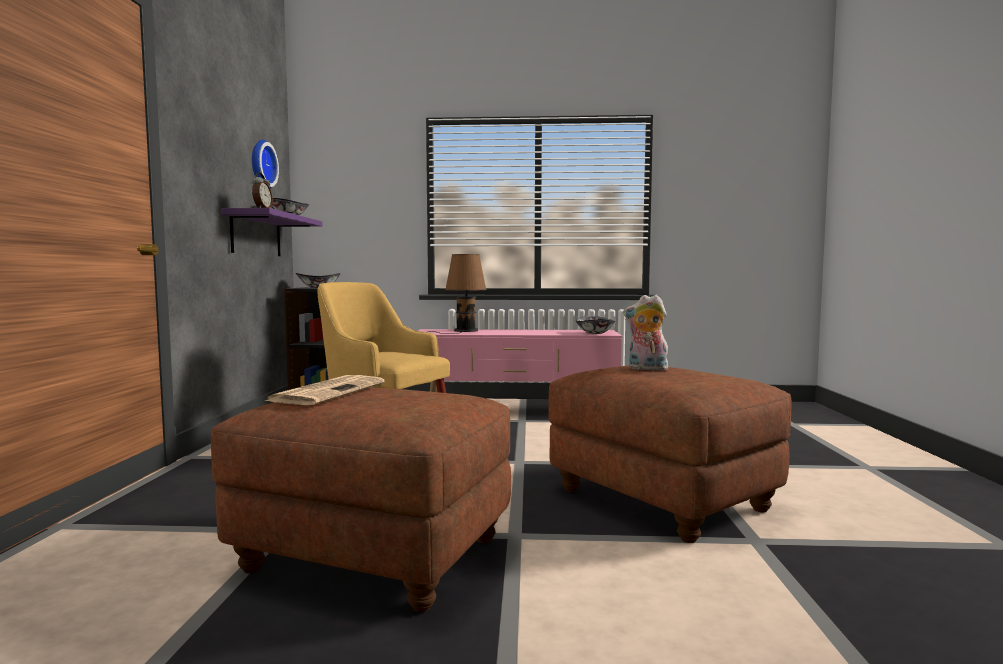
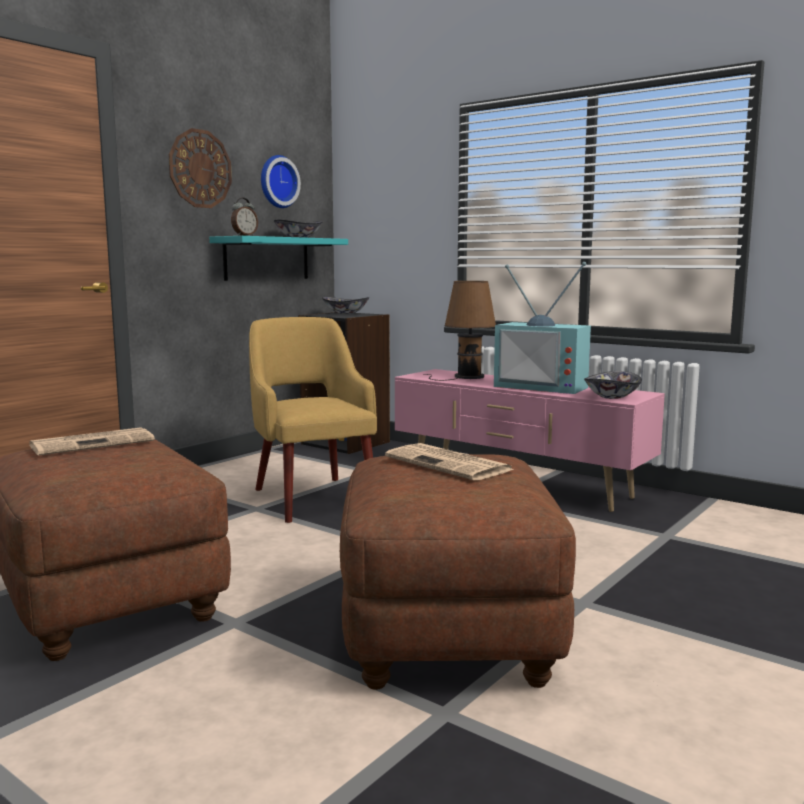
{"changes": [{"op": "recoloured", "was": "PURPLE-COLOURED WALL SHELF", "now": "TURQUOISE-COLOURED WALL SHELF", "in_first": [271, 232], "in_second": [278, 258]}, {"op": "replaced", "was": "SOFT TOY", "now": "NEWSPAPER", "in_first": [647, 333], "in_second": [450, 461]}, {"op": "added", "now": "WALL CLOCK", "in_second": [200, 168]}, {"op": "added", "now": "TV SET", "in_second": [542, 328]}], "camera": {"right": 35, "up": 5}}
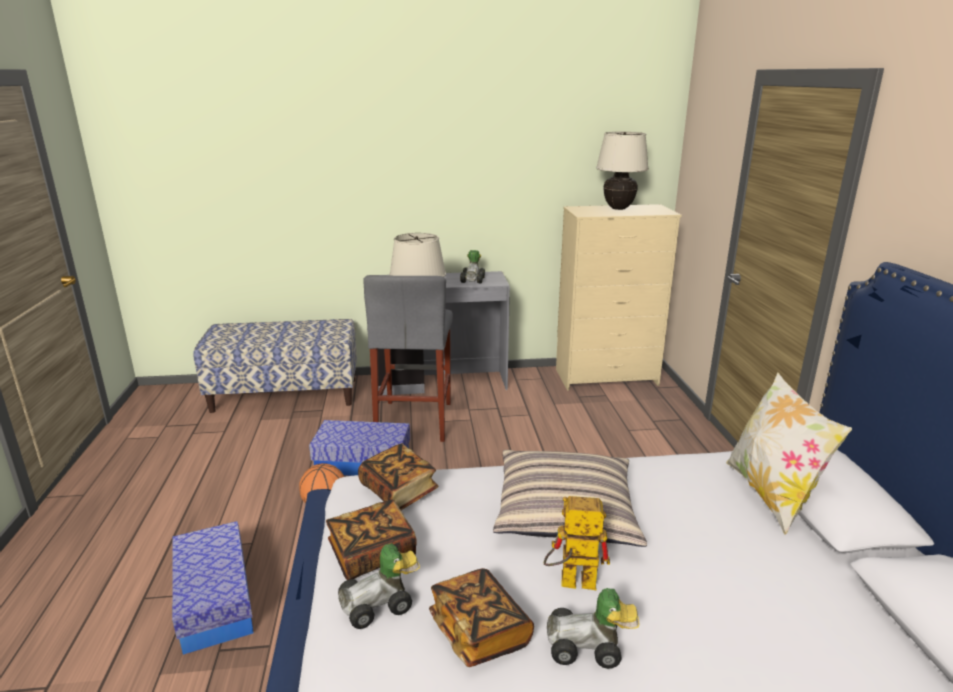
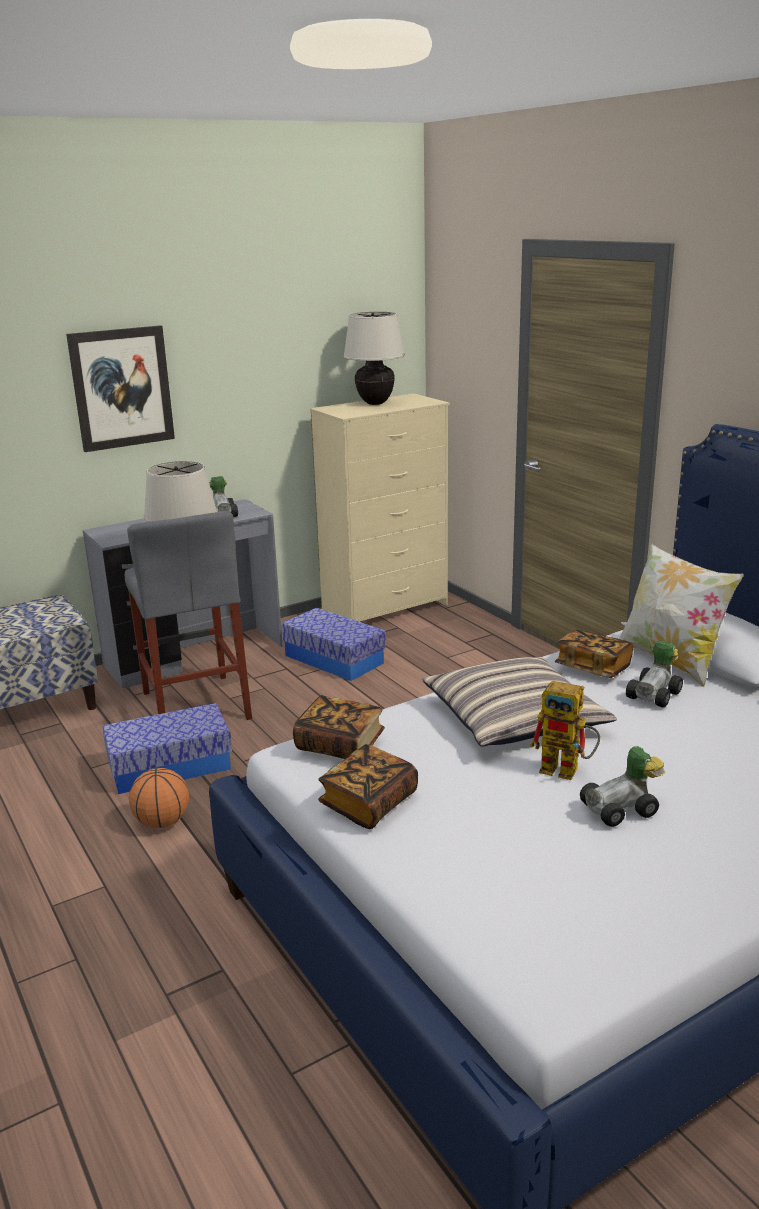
{"changes": [{"op": "moved", "was": "STORAGE BIN", "in_first": [212, 588], "in_second": [333, 644]}, {"op": "moved", "was": "MODEL CAR", "in_first": [379, 586], "in_second": [654, 674]}, {"op": "moved", "was": "BOOK", "in_first": [481, 617], "in_second": [594, 654]}, {"op": "turned", "was": "MODEL ROBOT", "in_first": [577, 543], "in_second": [565, 730], "clockwise": -135}, {"op": "added", "now": "WALL ART", "in_second": [120, 388]}], "camera": {"right": -25, "up": 0}}
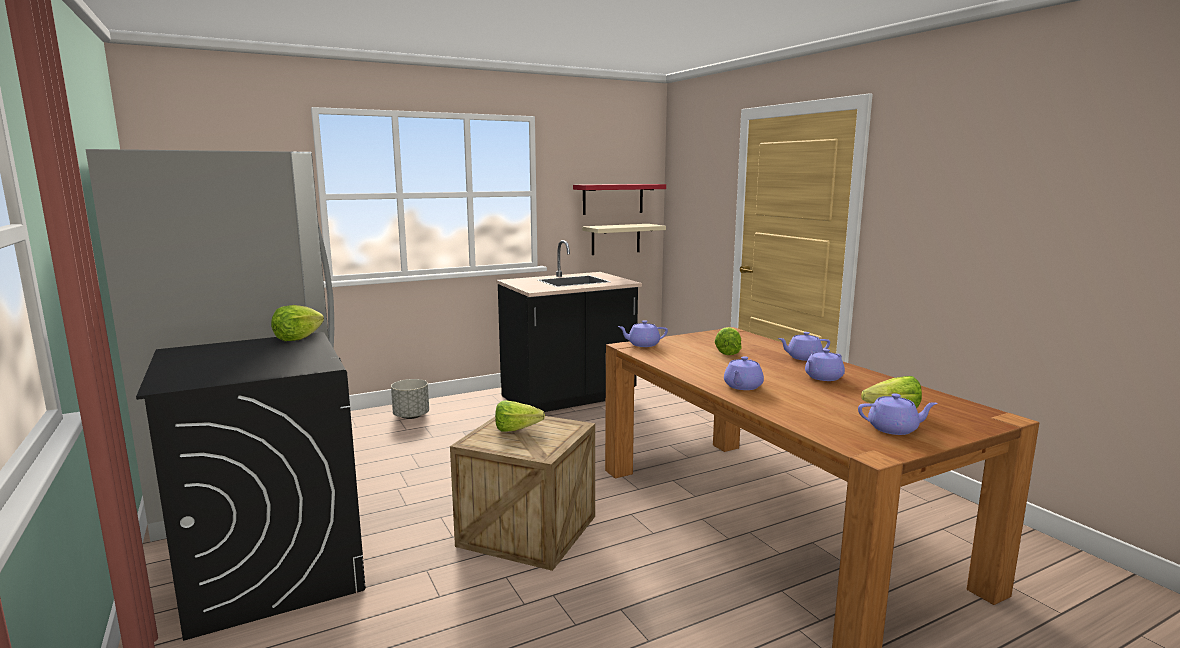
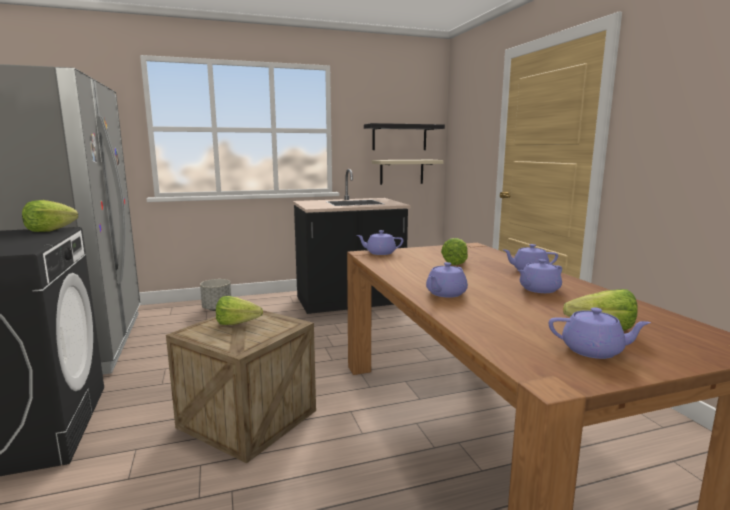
{"changes": [{"op": "recoloured", "was": "REDDISH WALL SHELF", "now": "BLACK WALL SHELF", "in_first": [619, 199], "in_second": [404, 136]}], "camera": {"right": 10, "up": 0}}
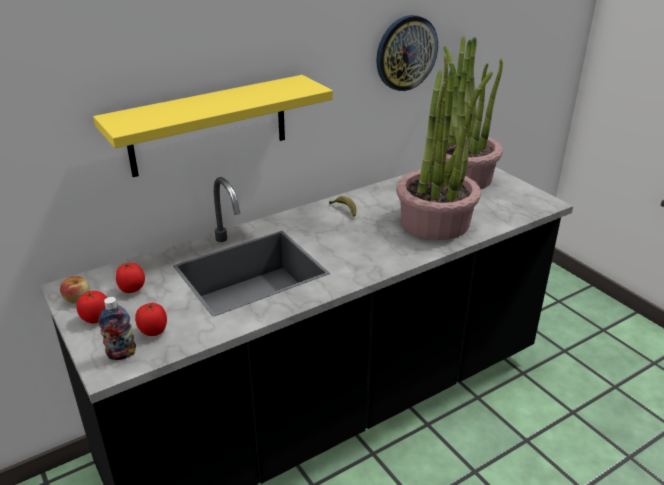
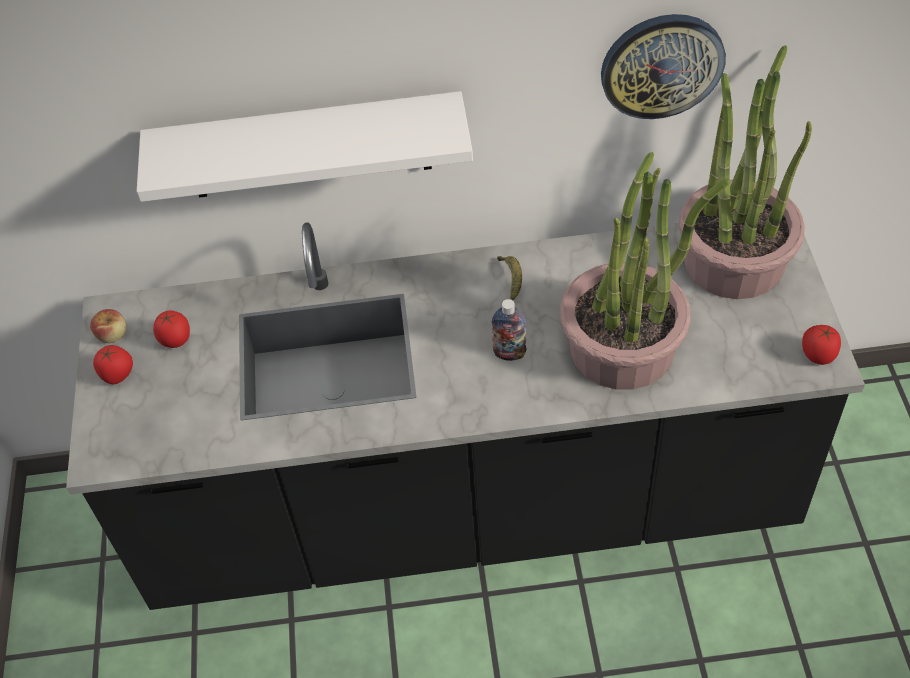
{"changes": [{"op": "recoloured", "was": "YELLOWISH WALL SHELF", "now": "WHITE-COLOURED WALL SHELF", "in_first": [213, 126], "in_second": [305, 146]}, {"op": "moved", "was": "BOTTLE", "in_first": [117, 328], "in_second": [508, 330]}, {"op": "moved", "was": "WHOLE TOMATO", "in_first": [151, 319], "in_second": [821, 345]}], "camera": {"right": 30, "up": 20}}
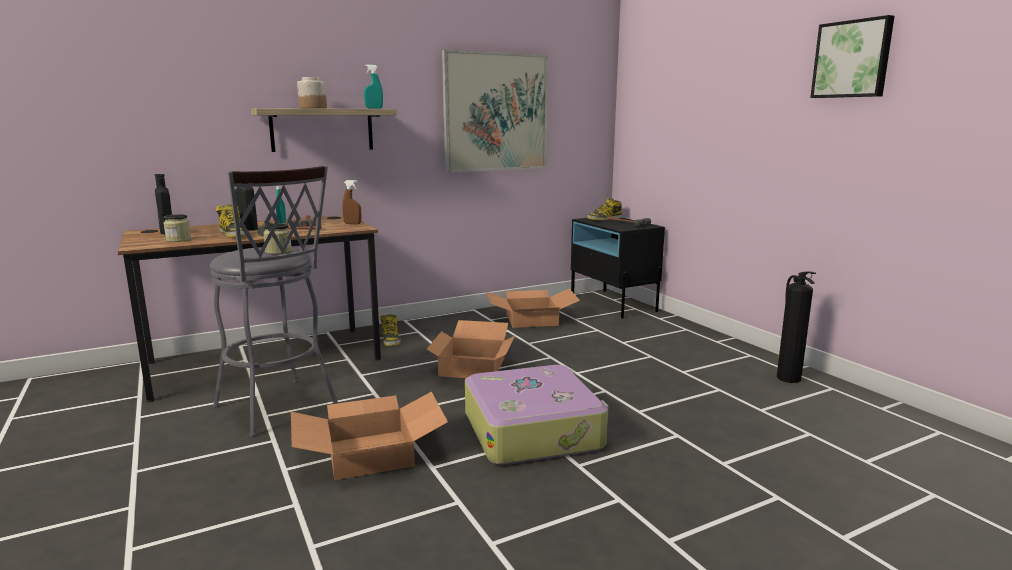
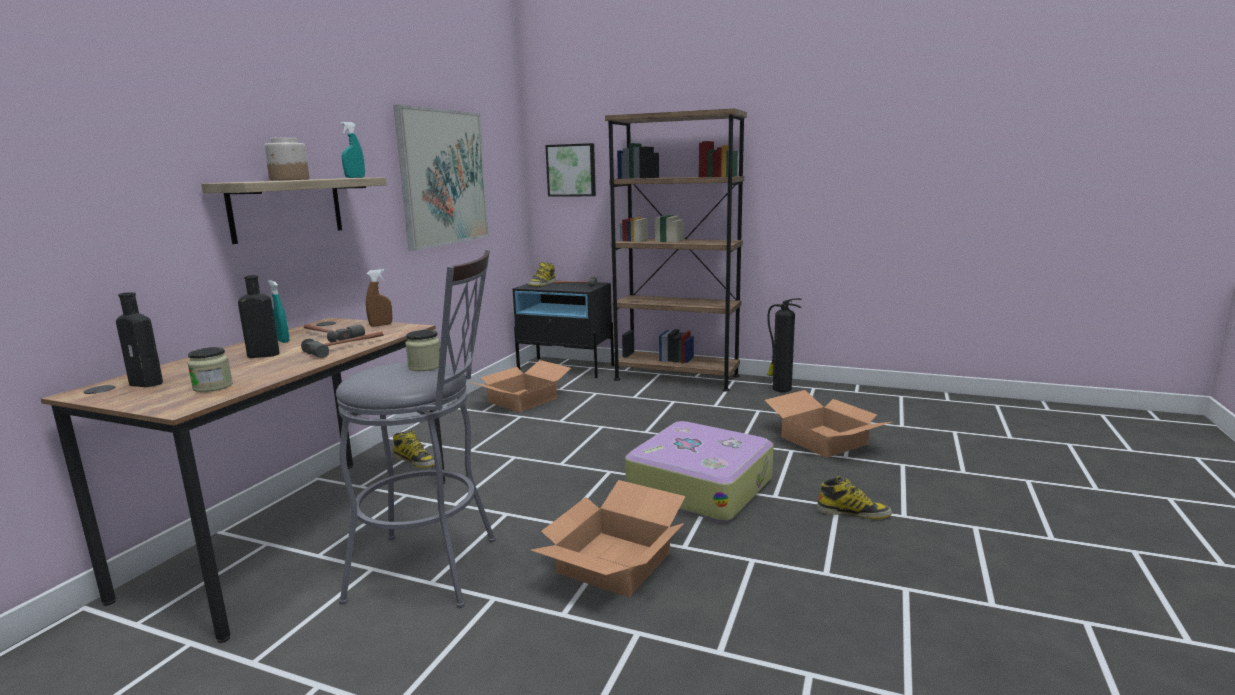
{"changes": [{"op": "moved", "was": "HIGH-TOP BOOT", "in_first": [231, 221], "in_second": [854, 497]}, {"op": "moved", "was": "CARTON", "in_first": [471, 349], "in_second": [828, 424]}, {"op": "moved", "was": "WALL ART", "in_first": [852, 56], "in_second": [570, 170]}, {"op": "added", "now": "BROWN BOOKCASE", "in_second": [676, 250]}], "camera": {"right": -40, "up": 0}}
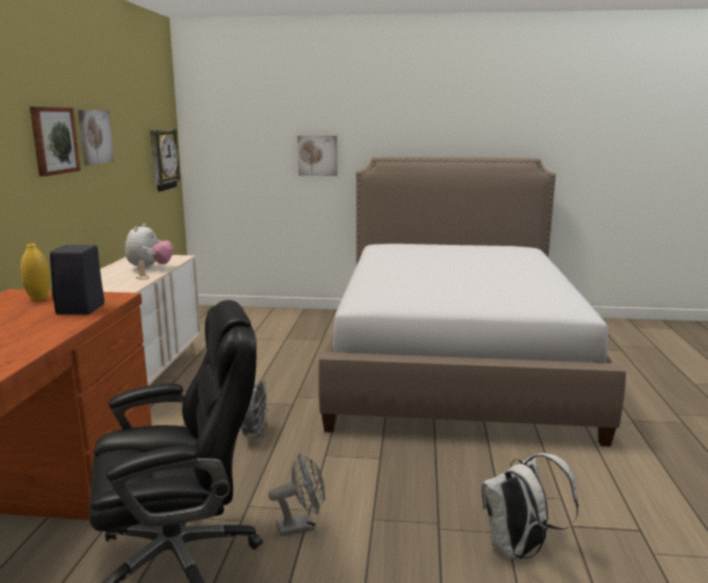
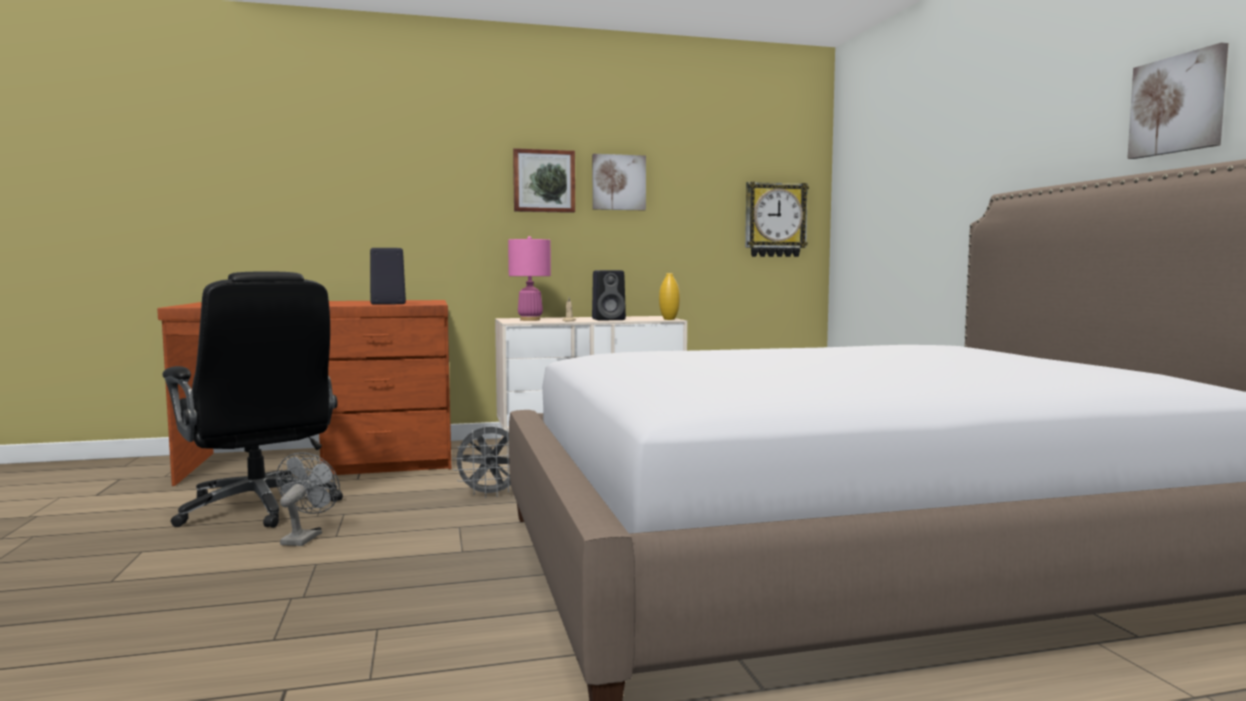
{"changes": [{"op": "moved", "was": "YELLOWISH DECORATIVE VASE", "in_first": [35, 272], "in_second": [669, 296]}, {"op": "replaced", "was": "SOFT TOY", "now": "BLACK SPEAKER", "in_first": [149, 246], "in_second": [609, 295]}, {"op": "turned", "was": "GREYISH COOLING FAN", "in_first": [296, 494], "in_second": [308, 499], "clockwise": -135}, {"op": "moved", "was": "WALL ART", "in_first": [317, 156], "in_second": [1177, 100]}, {"op": "removed", "was": "WHITE-COLOURED RUCKSACK", "in_first": [530, 507]}, {"op": "added", "now": "PINKISH TABLETOP LAMP", "in_second": [529, 278]}], "camera": {"right": 70, "up": -10}}
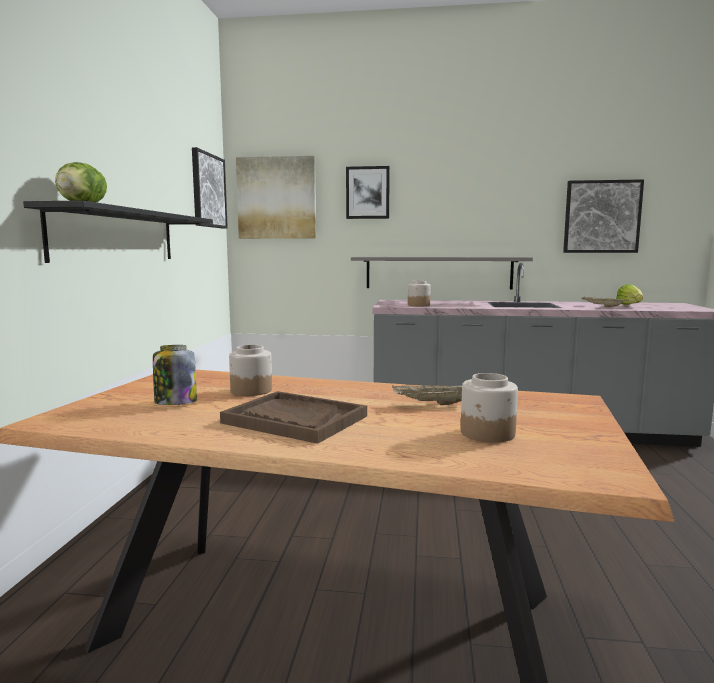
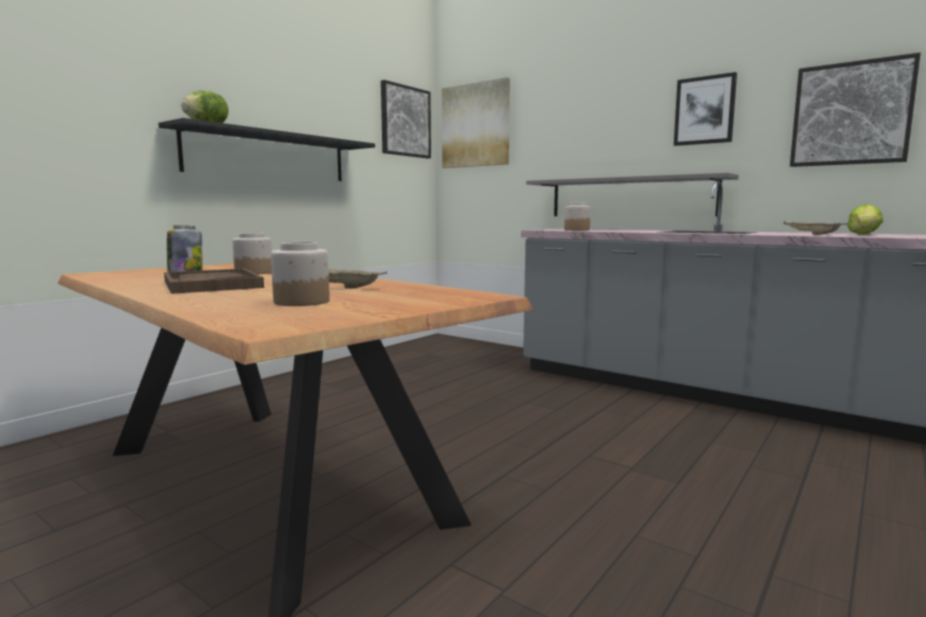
{"changes": [{"op": "moved", "was": "WALL ART", "in_first": [368, 192], "in_second": [705, 109]}], "camera": {"right": 30, "up": 0}}
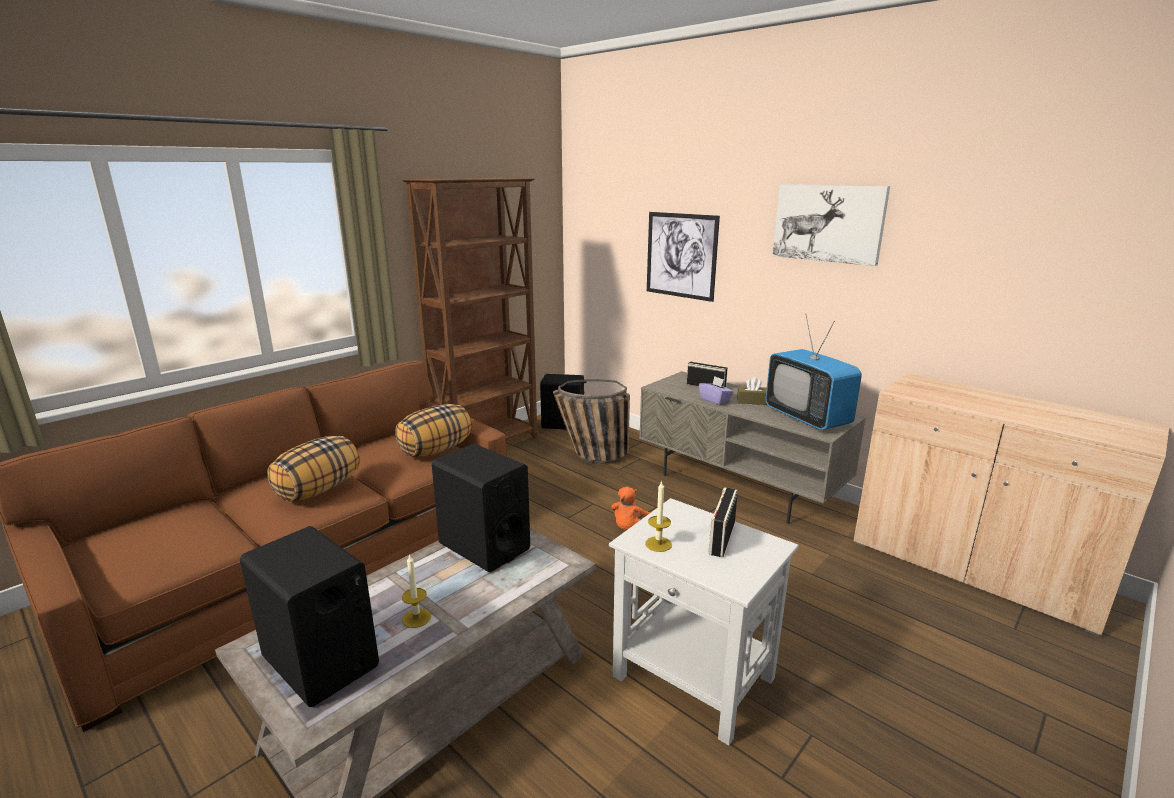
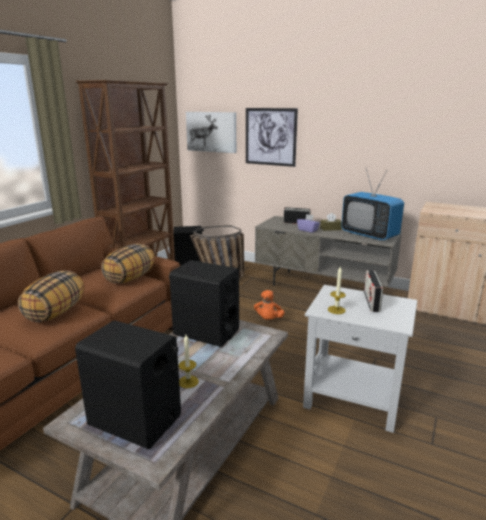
{"changes": [{"op": "moved", "was": "WALL ART", "in_first": [831, 225], "in_second": [211, 132]}], "camera": {"right": -15, "up": 0}}
